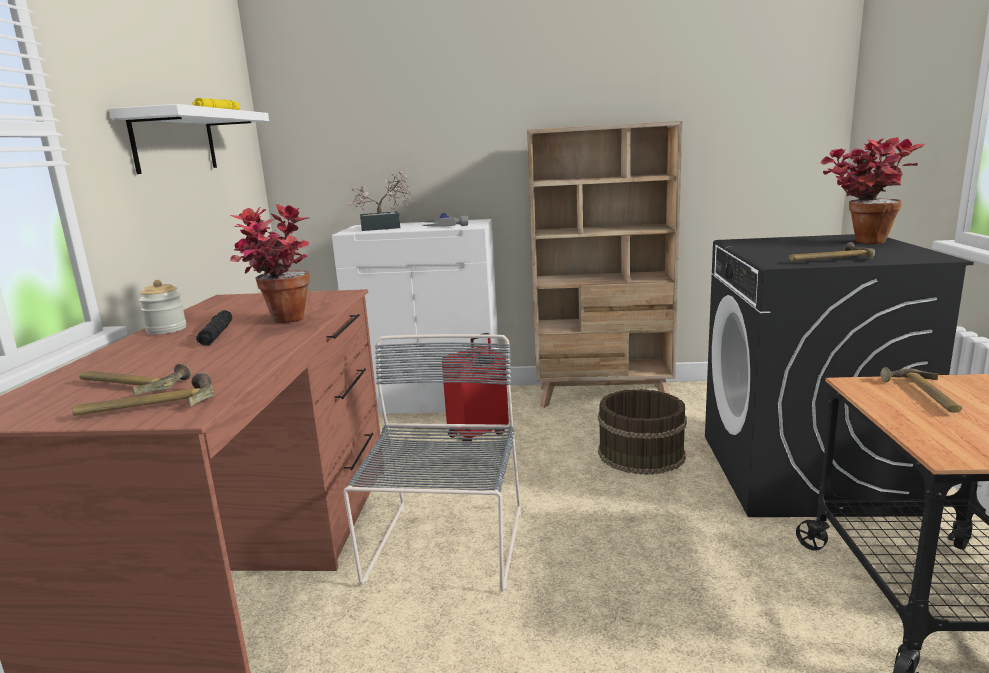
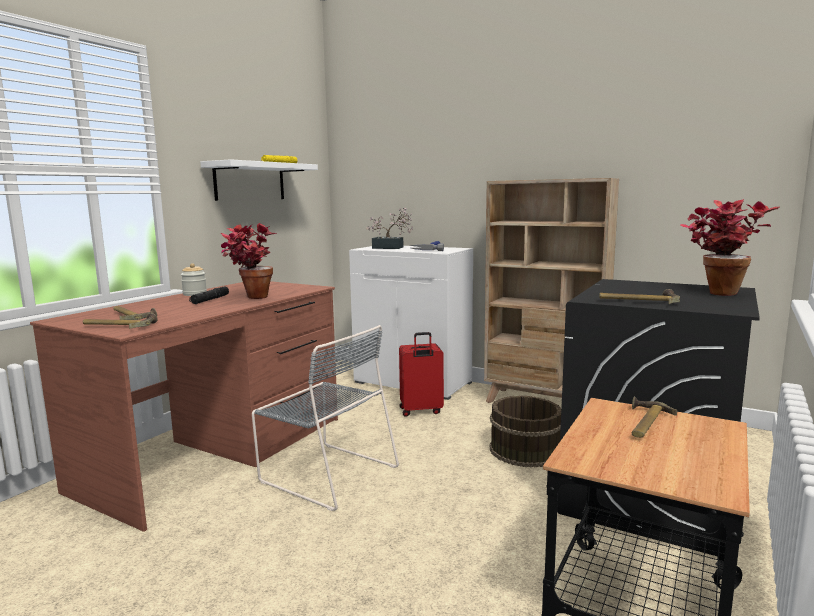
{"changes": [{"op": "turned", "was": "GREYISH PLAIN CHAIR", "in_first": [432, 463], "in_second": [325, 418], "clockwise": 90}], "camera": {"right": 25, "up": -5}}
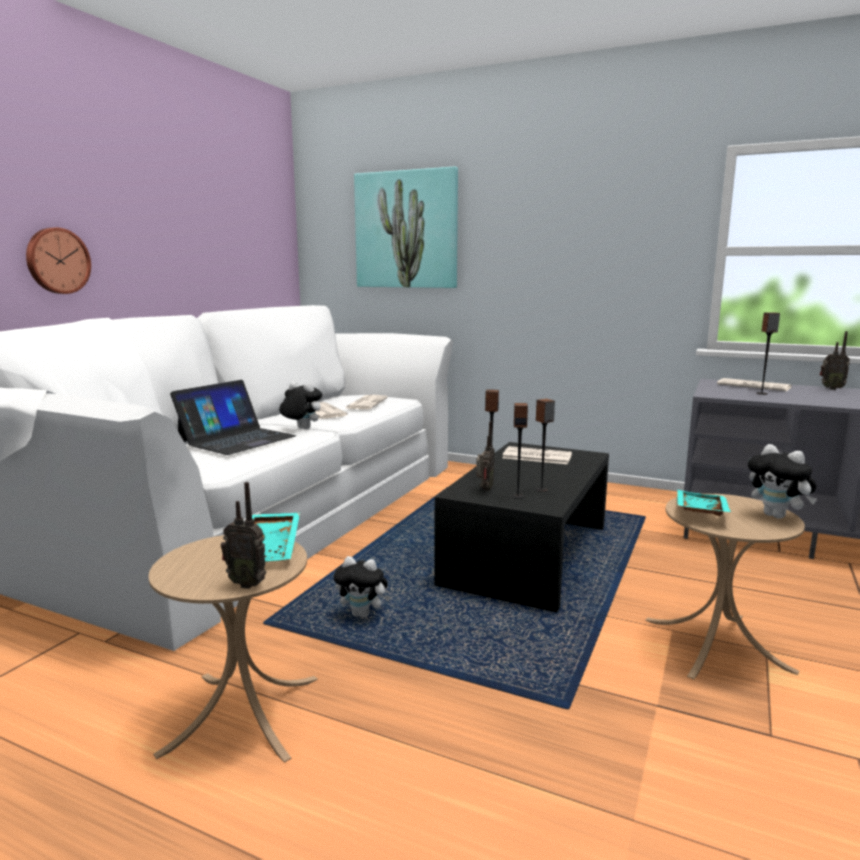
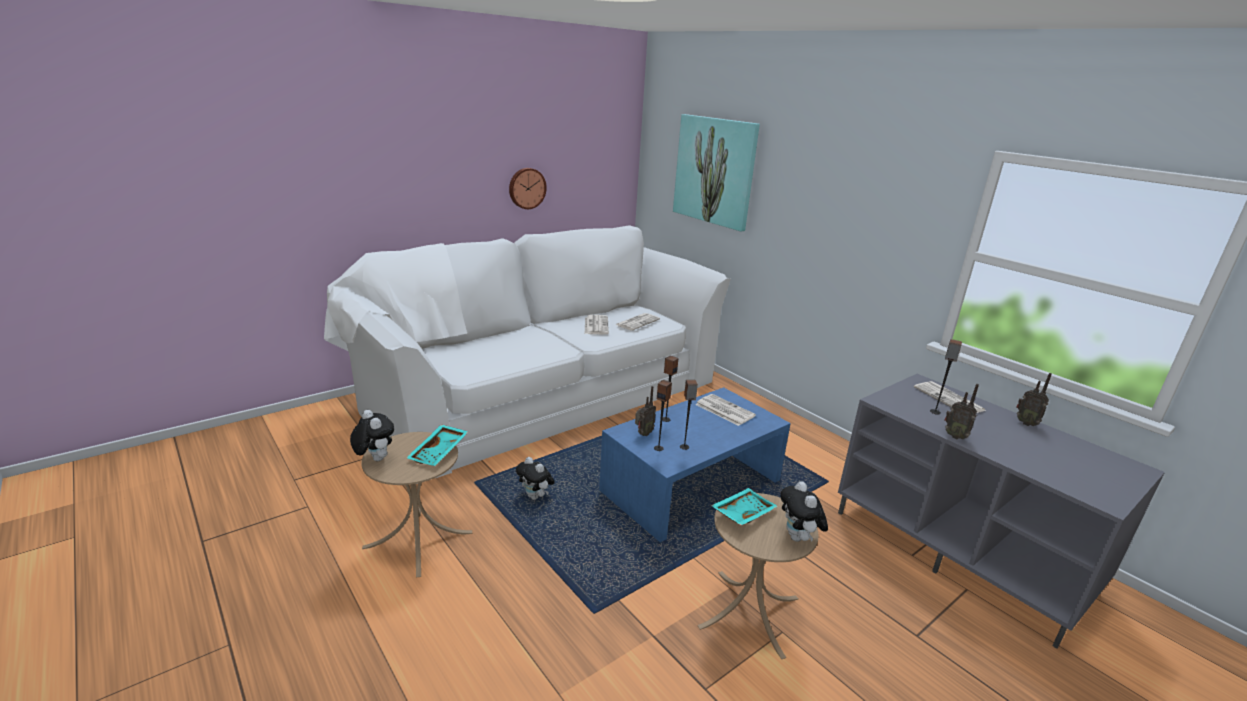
{"changes": [{"op": "moved", "was": "WALL CLOCK", "in_first": [58, 261], "in_second": [528, 188]}, {"op": "removed", "was": "NOTEBOOK COMPUTER", "in_first": [233, 417]}, {"op": "moved", "was": "RADIO", "in_first": [243, 535], "in_second": [961, 412]}, {"op": "moved", "was": "SOFT TOY", "in_first": [300, 405], "in_second": [372, 435]}, {"op": "recoloured", "was": "BLACK COFFEE TABLE", "now": "BLUE COFFEE TABLE", "in_first": [521, 527], "in_second": [695, 464]}], "camera": {"right": 25, "up": 10}}
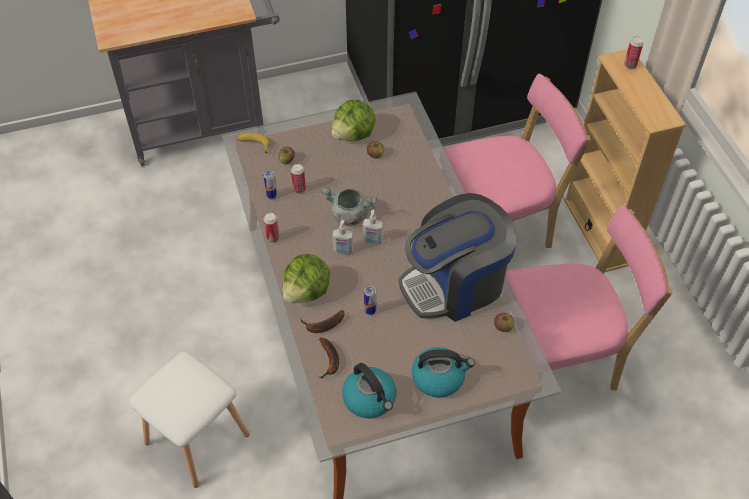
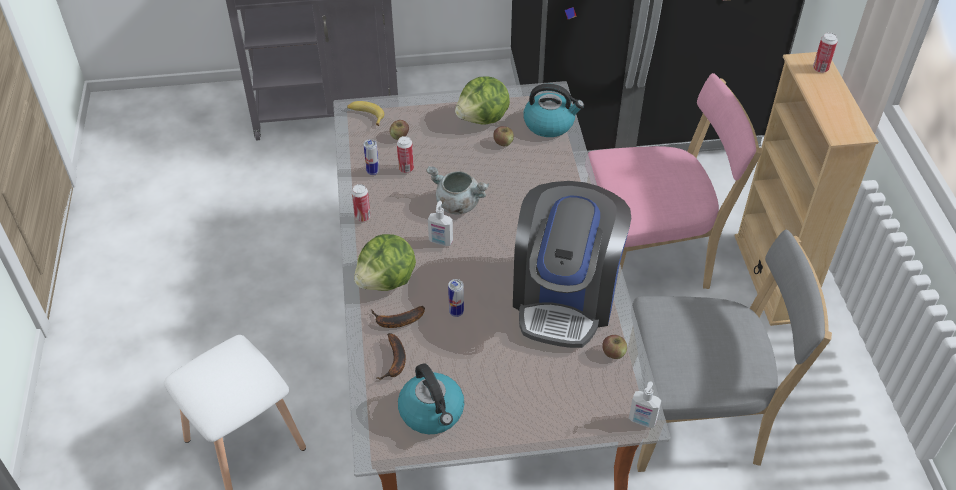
{"changes": [{"op": "moved", "was": "SOAP BOTTLE", "in_first": [373, 227], "in_second": [645, 404]}, {"op": "turned", "was": "COFFEE BREWER", "in_first": [457, 257], "in_second": [572, 264], "clockwise": -60}, {"op": "moved", "was": "TEA KETTLE", "in_first": [443, 372], "in_second": [553, 110]}, {"op": "recoloured", "was": "PINKISH PLAIN CHAIR", "now": "GREYISH PLAIN CHAIR", "in_first": [588, 307], "in_second": [732, 351]}], "camera": {"right": 10, "up": -5}}
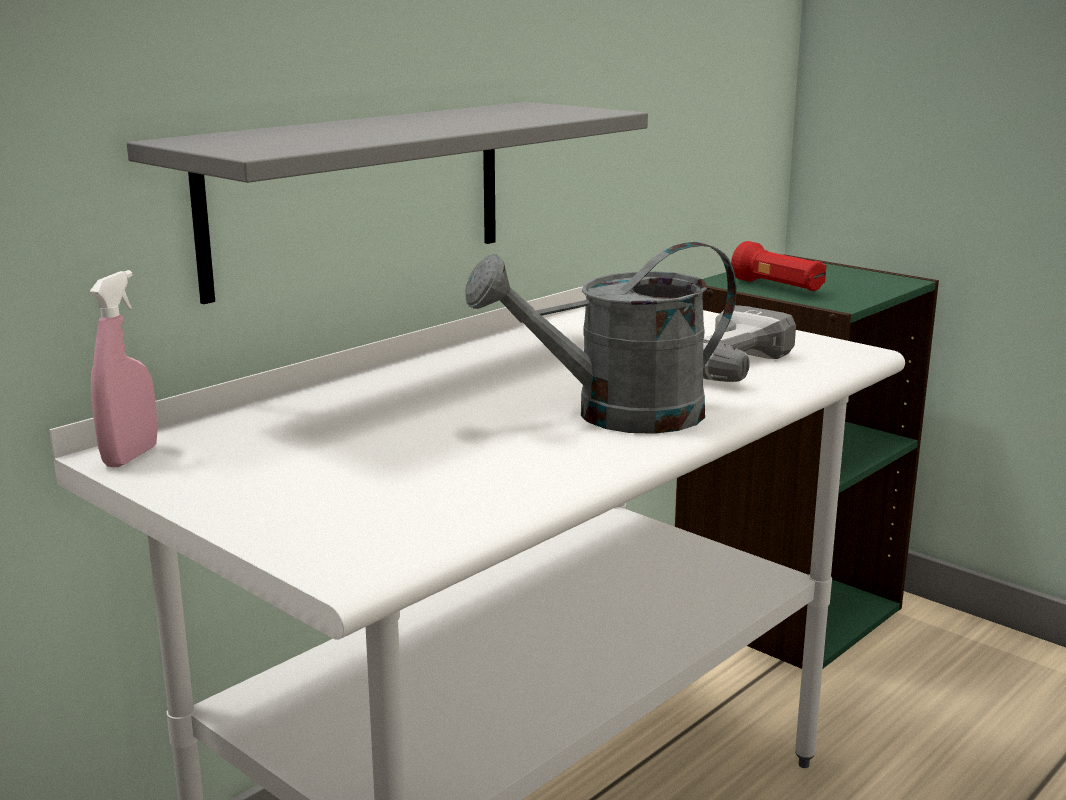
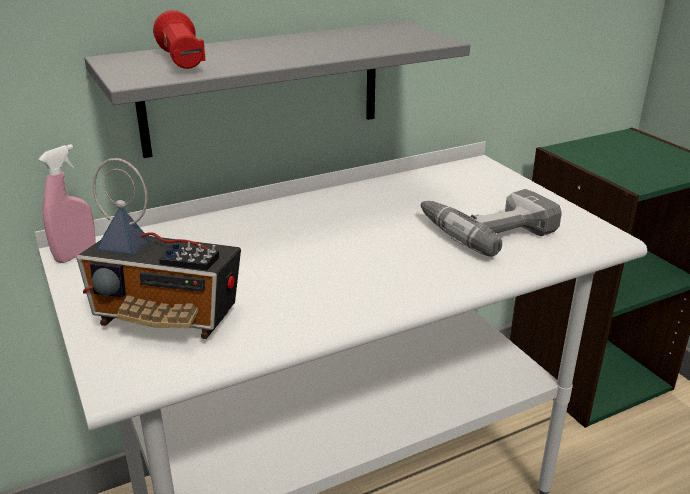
{"changes": [{"op": "removed", "was": "GREYISH WATERING POT", "in_first": [601, 338]}, {"op": "moved", "was": "REDDISH FLASHLIGHT", "in_first": [779, 266], "in_second": [179, 39]}, {"op": "added", "now": "RADIO", "in_second": [158, 248]}], "camera": {"right": 20, "up": 10}}
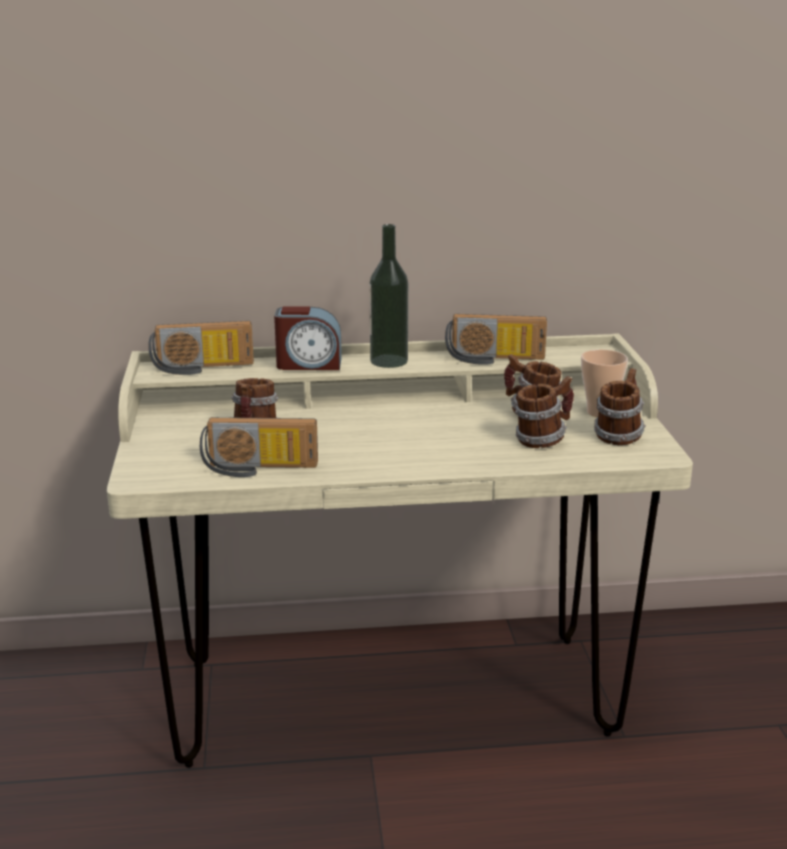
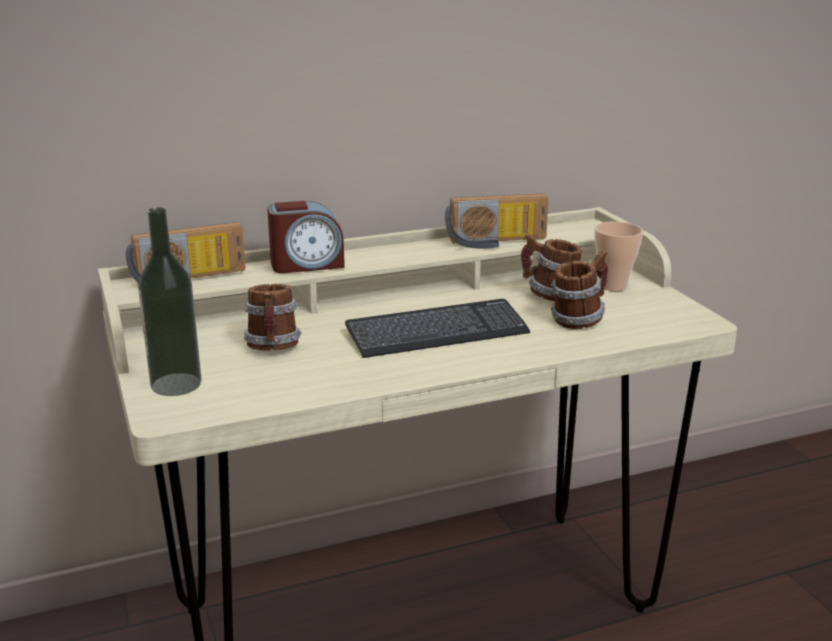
{"changes": [{"op": "removed", "was": "RADIO", "in_first": [259, 447]}, {"op": "moved", "was": "BOTTLE", "in_first": [388, 296], "in_second": [170, 301]}, {"op": "removed", "was": "COFFEE MUG", "in_first": [620, 406]}, {"op": "added", "now": "KEYBOARD", "in_second": [437, 328]}], "camera": {"right": -15, "up": 0}}
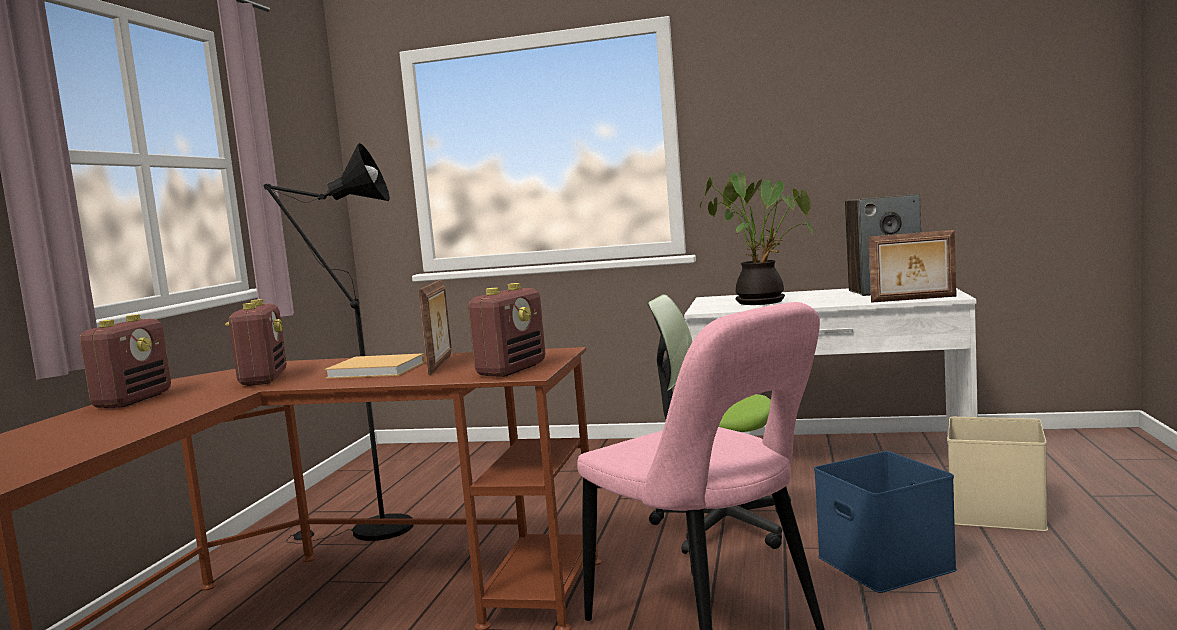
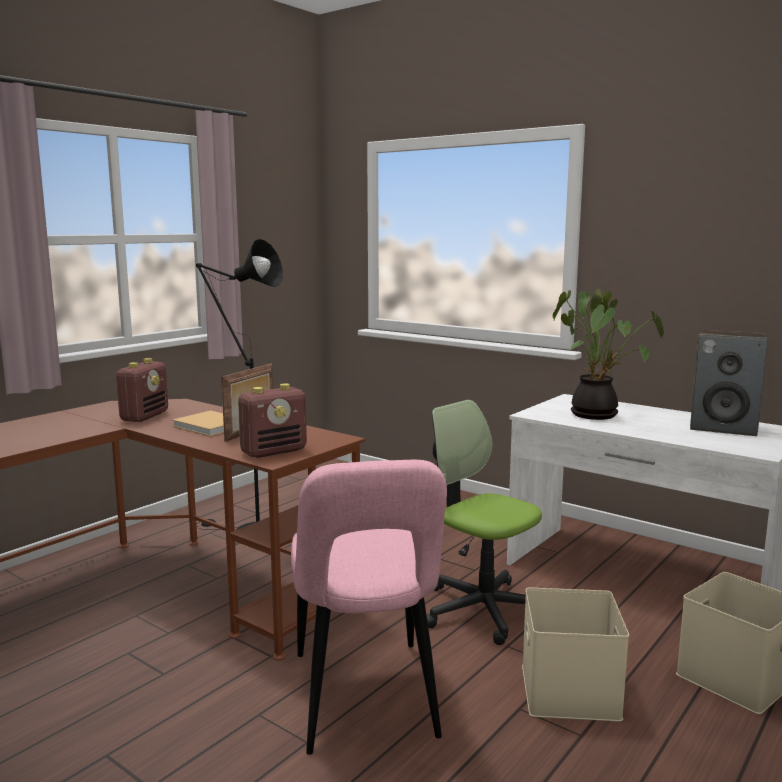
{"changes": [{"op": "removed", "was": "RADIO", "in_first": [125, 361]}, {"op": "recoloured", "was": "BLUE STORAGE BIN", "now": "BEIGE-COLOURED STORAGE BIN", "in_first": [885, 522], "in_second": [575, 655]}, {"op": "removed", "was": "PICTURE FRAME", "in_first": [912, 266]}], "camera": {"right": 25, "up": 5}}
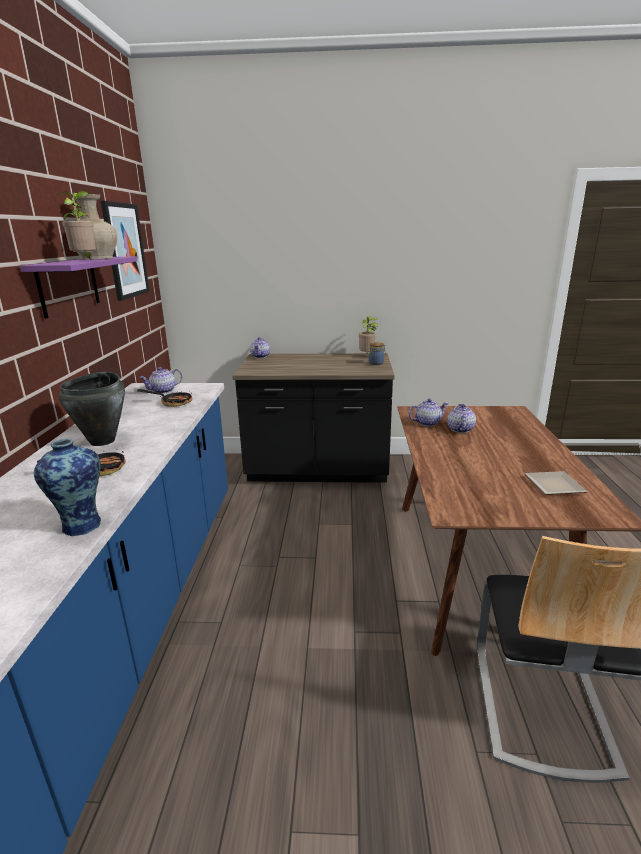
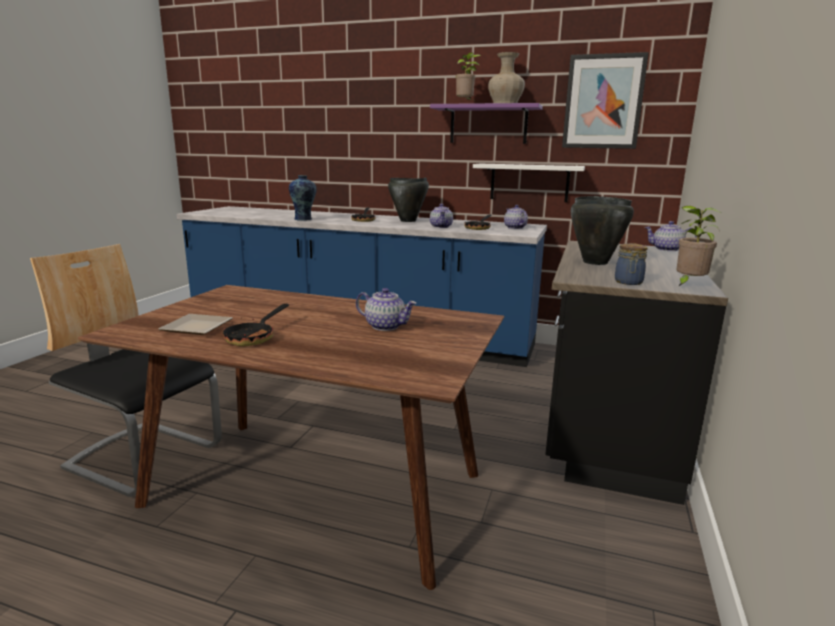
{"changes": [{"op": "moved", "was": "POT FOR TEA", "in_first": [428, 412], "in_second": [441, 216]}, {"op": "added", "now": "PAN", "in_second": [256, 325]}, {"op": "added", "now": "WHITE-COLOURED WALL SHELF", "in_second": [529, 183]}, {"op": "added", "now": "BLACK STOCKPOT", "in_second": [602, 230]}], "camera": {"right": 105, "up": -5}}
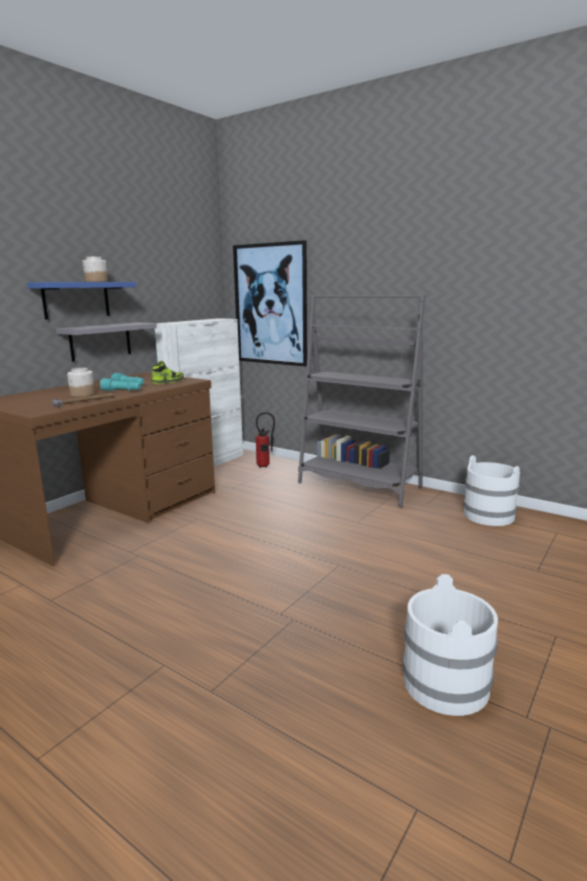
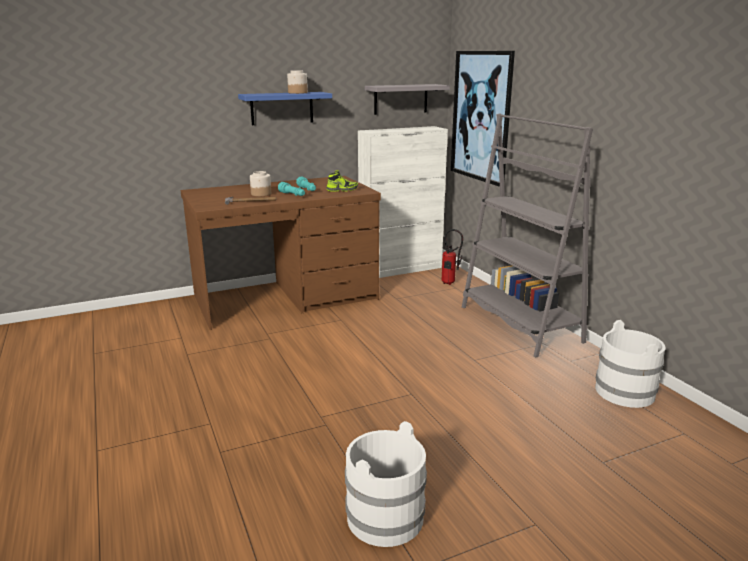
{"changes": [{"op": "moved", "was": "GREYISH WALL SHELF", "in_first": [106, 342], "in_second": [407, 99]}], "camera": {"right": 30, "up": 5}}
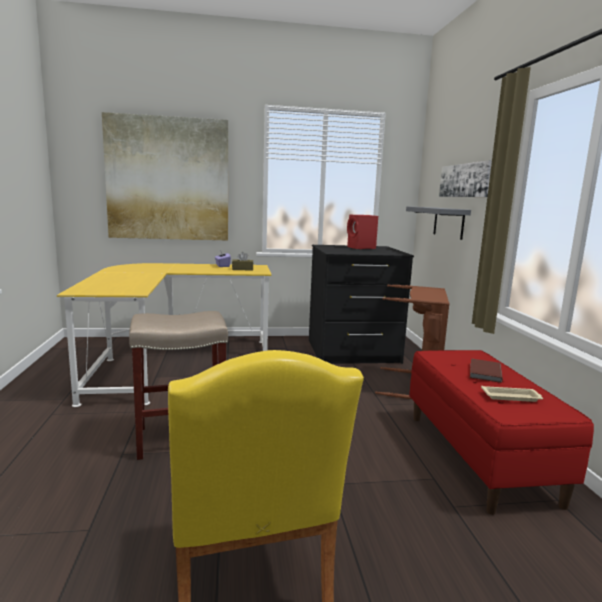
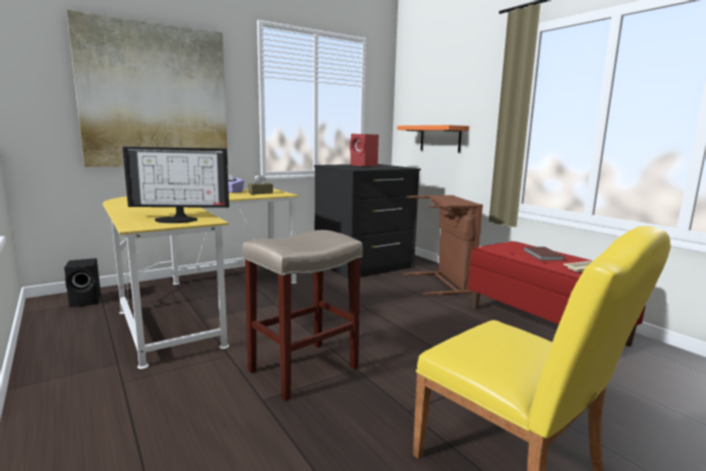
{"changes": [{"op": "recoloured", "was": "GREYISH WALL SHELF", "now": "ORANGEY WALL SHELF", "in_first": [438, 223], "in_second": [433, 139]}, {"op": "removed", "was": "WALL ART", "in_first": [465, 178]}, {"op": "added", "now": "BLACK SPEAKER", "in_second": [82, 282]}, {"op": "added", "now": "MONITOR", "in_second": [175, 185]}], "camera": {"right": -25, "up": 0}}
